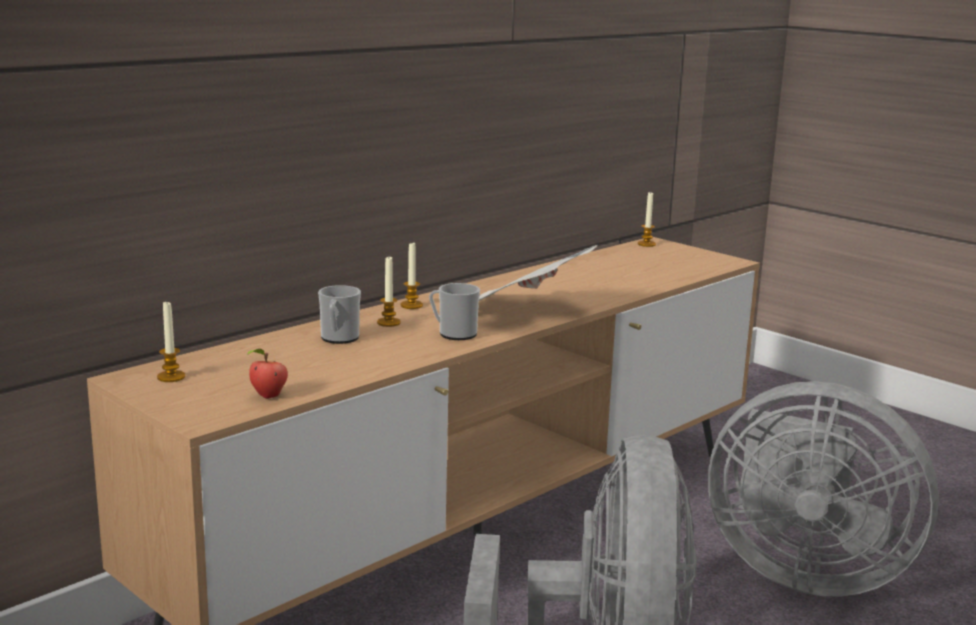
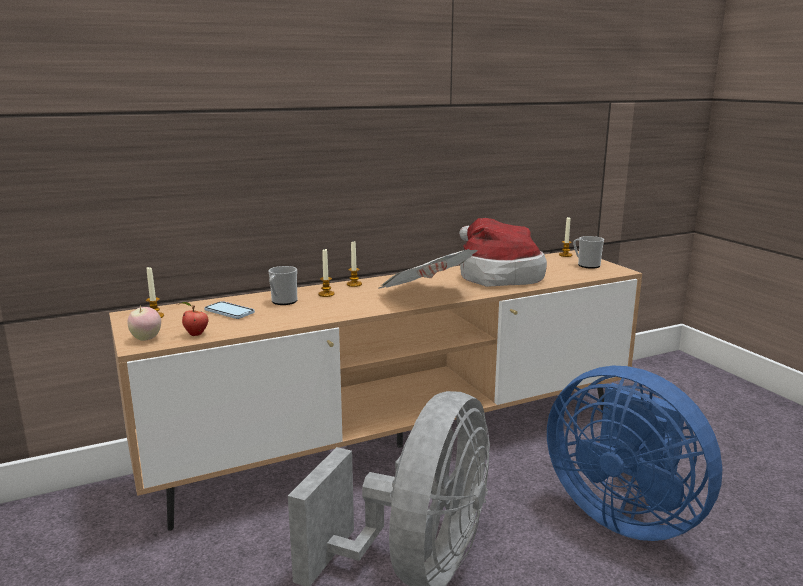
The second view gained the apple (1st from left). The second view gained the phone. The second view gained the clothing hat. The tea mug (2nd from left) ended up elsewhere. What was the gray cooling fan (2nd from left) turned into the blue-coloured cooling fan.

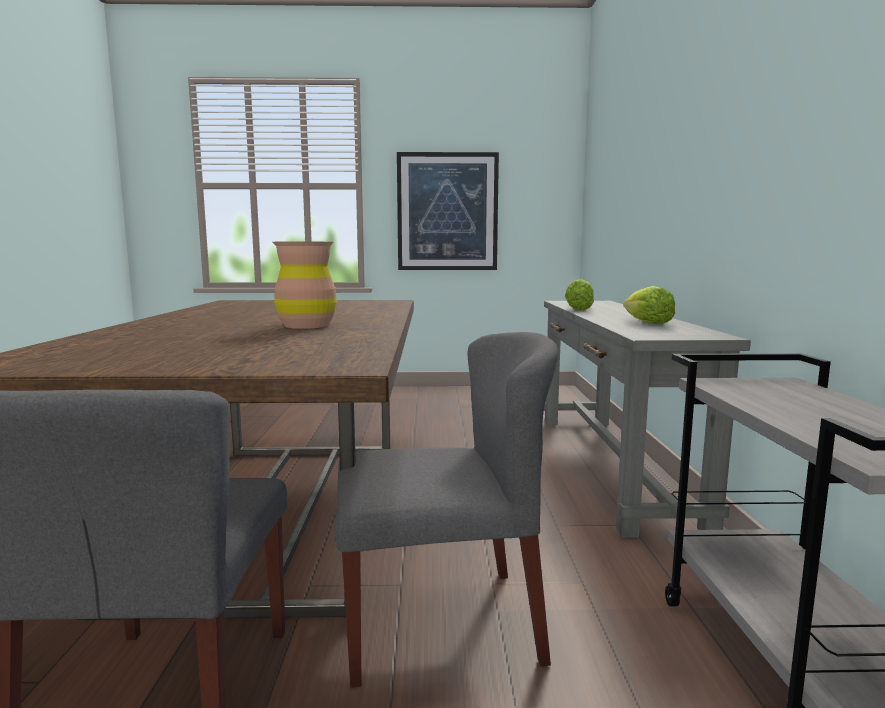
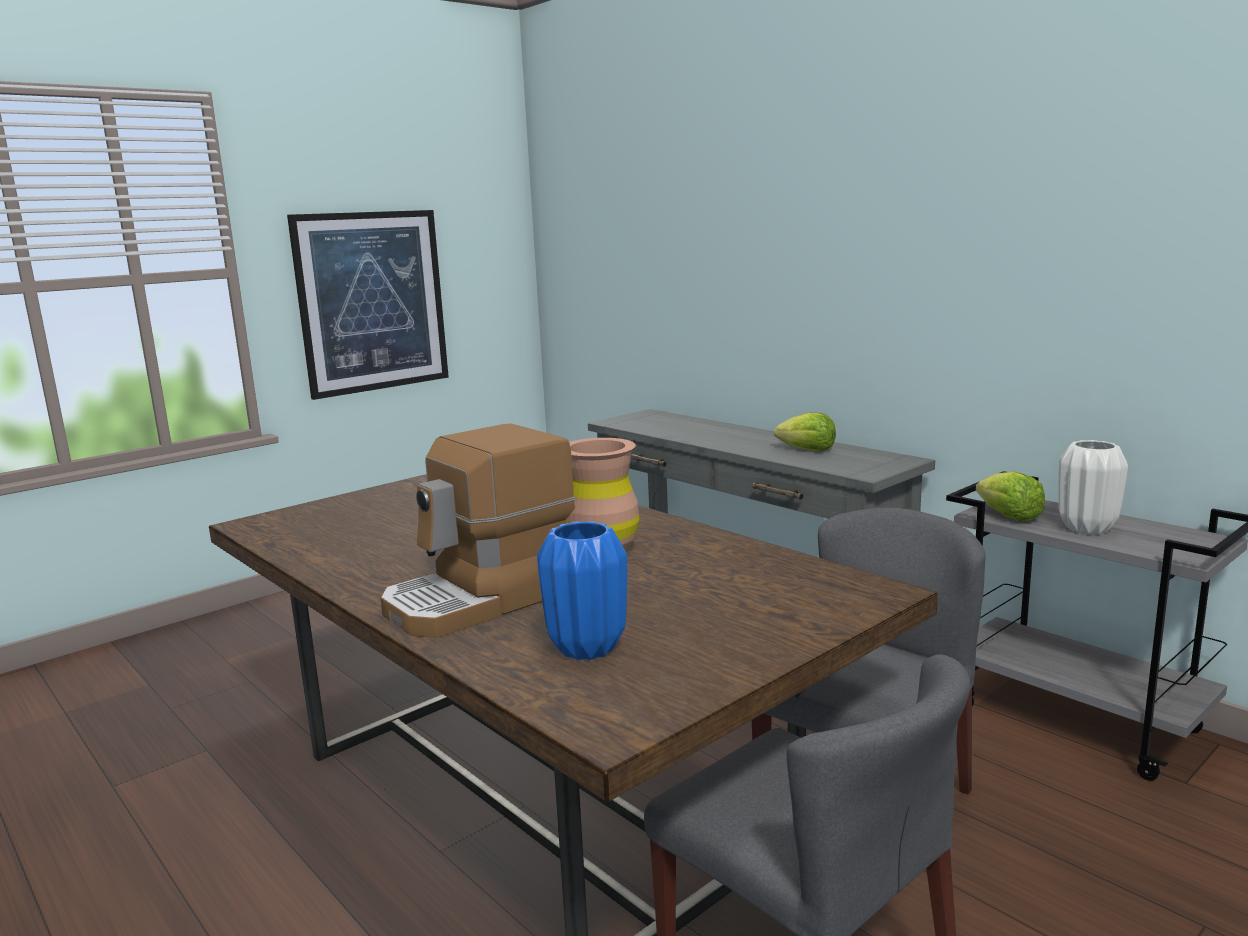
The second view gained the coffee machine. The second view gained the blue-coloured decorative vase. The second view gained the whitish decorative vase. The head of lettuce (1st from left in the first image) ended up elsewhere.

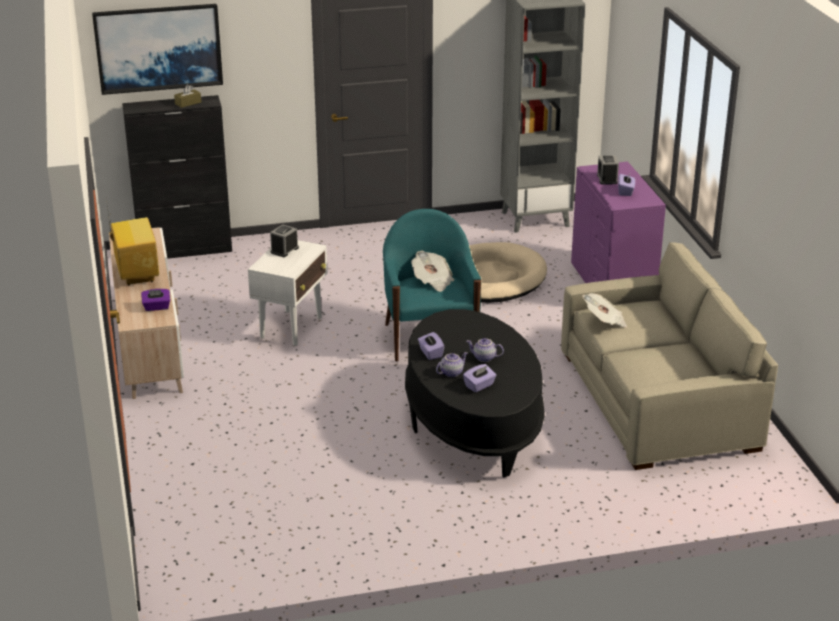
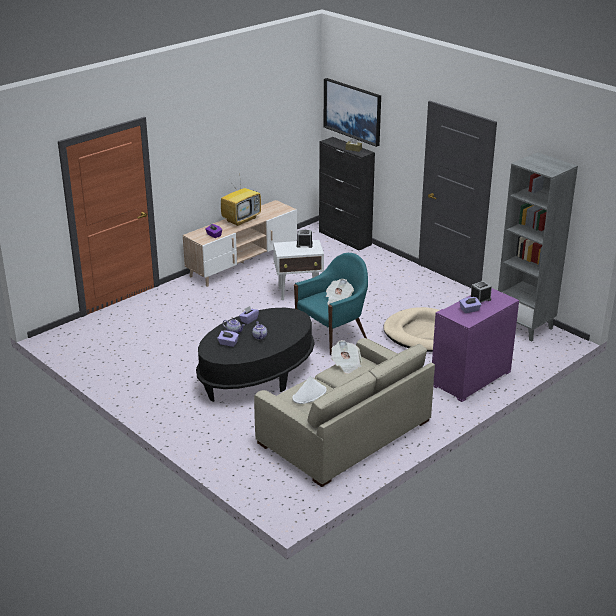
The second view gained the whitish clothing hat.

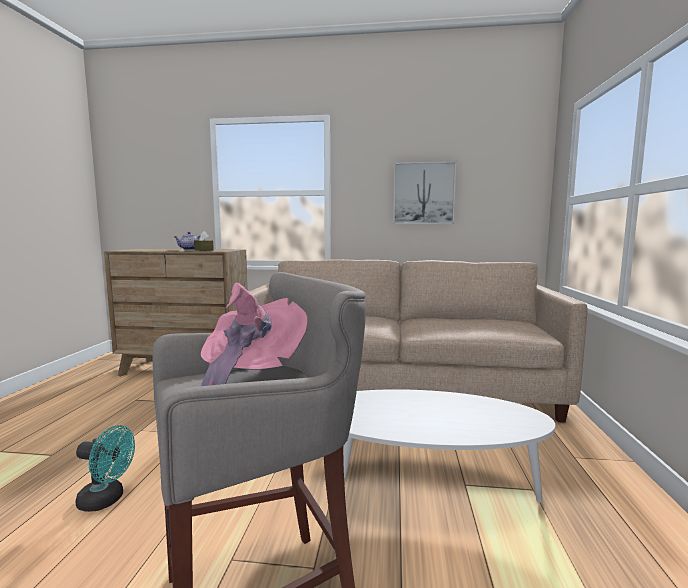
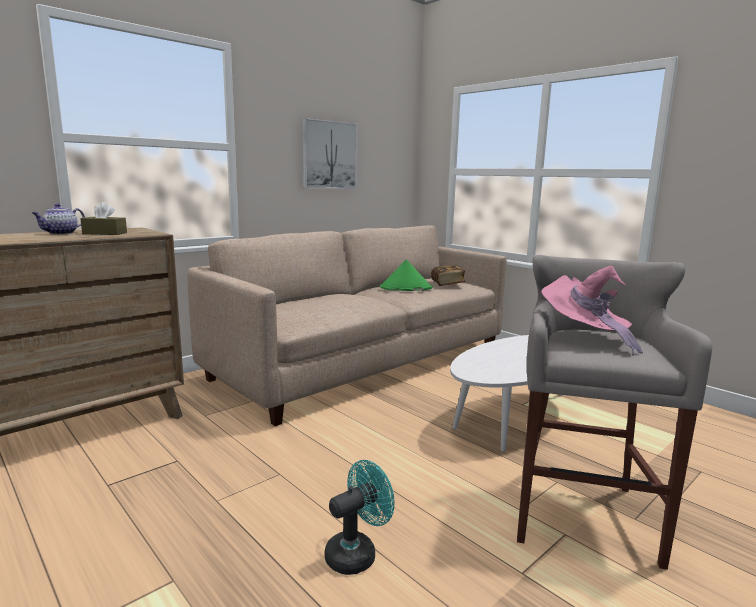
The second view gained the green clothing hat. The second view gained the bound book.

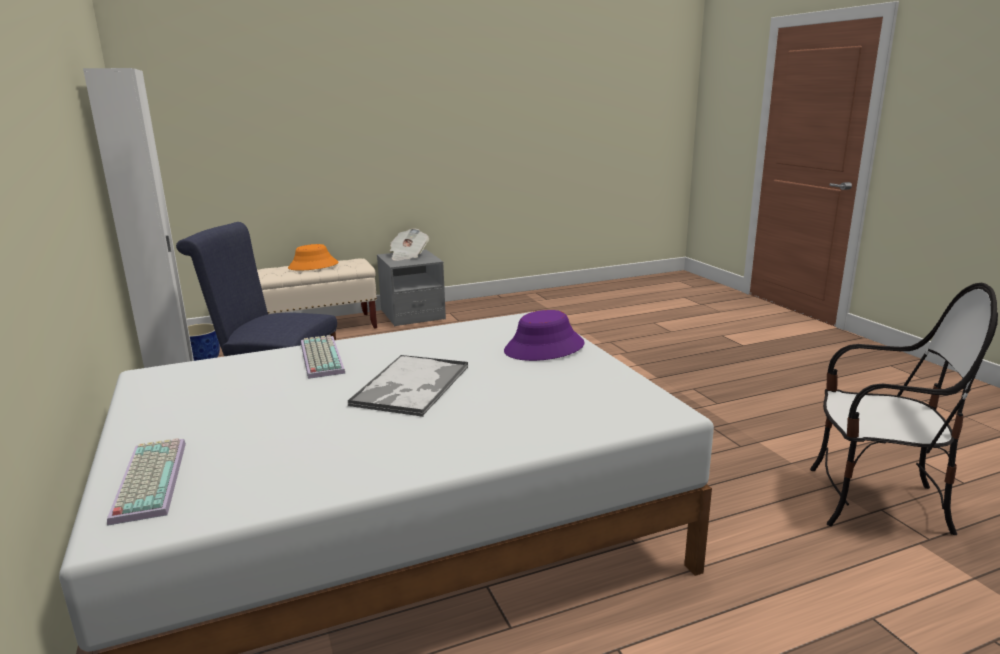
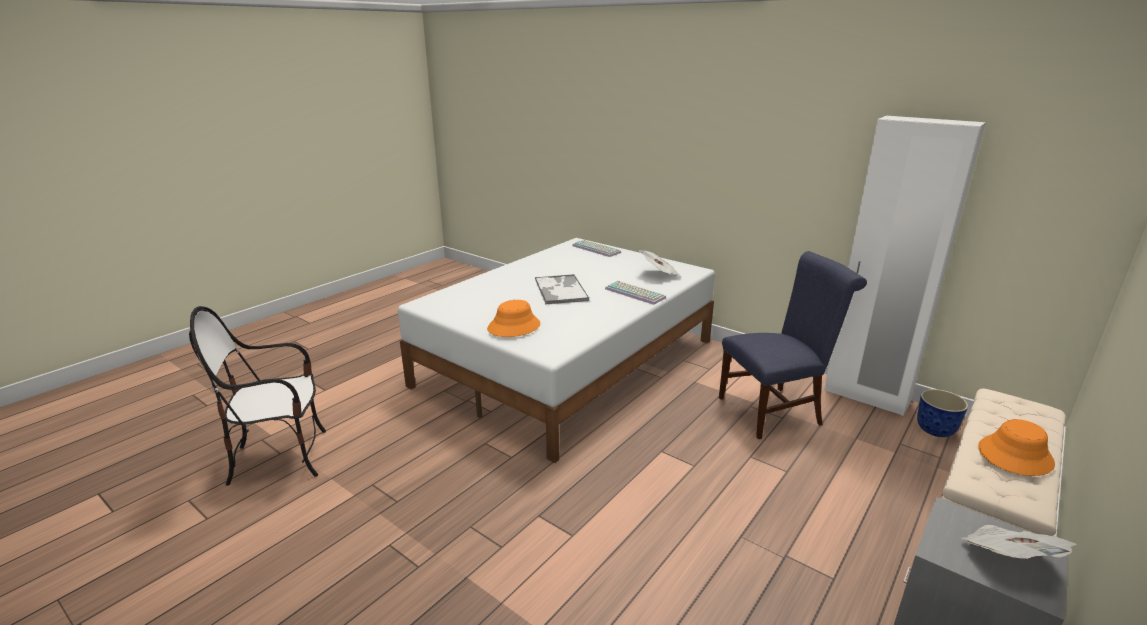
The second view gained the daily paper (1st from left). What was the purplish clothing hat turned into the orange clothing hat (1st from left).

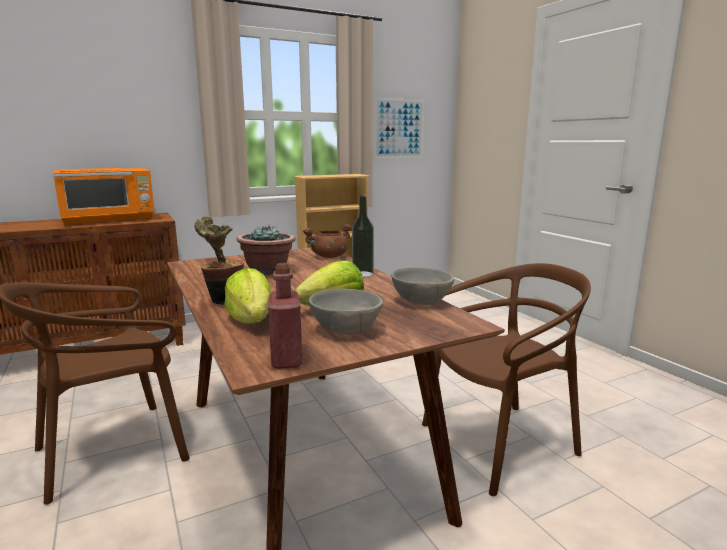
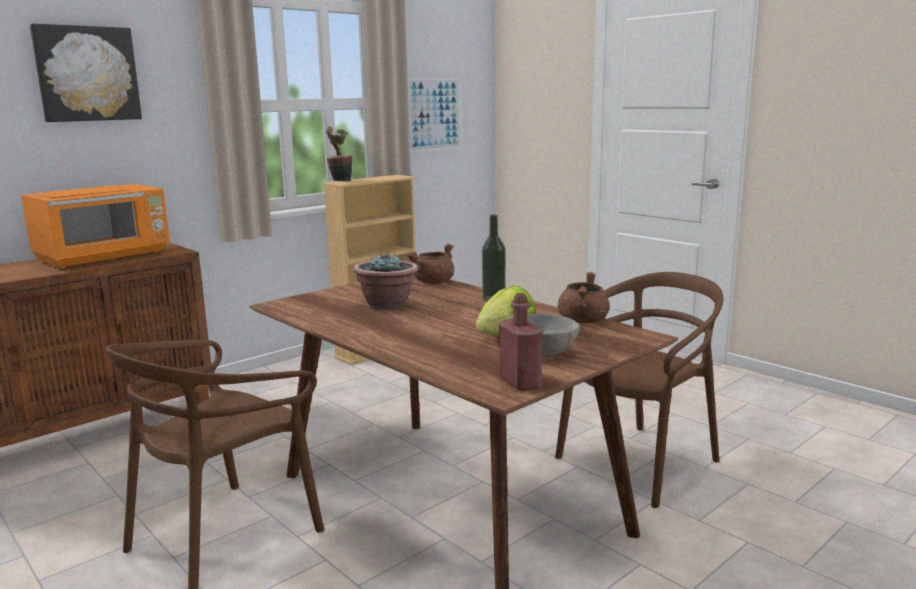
The second view lost the head of lettuce (1st from left). The second view gained the picture (1st from left). The houseplant (1st from left) ended up elsewhere. Where the gray deep dish (2nd from left) stood, the brown-coloured cooking pot (2nd from left) came to stand.

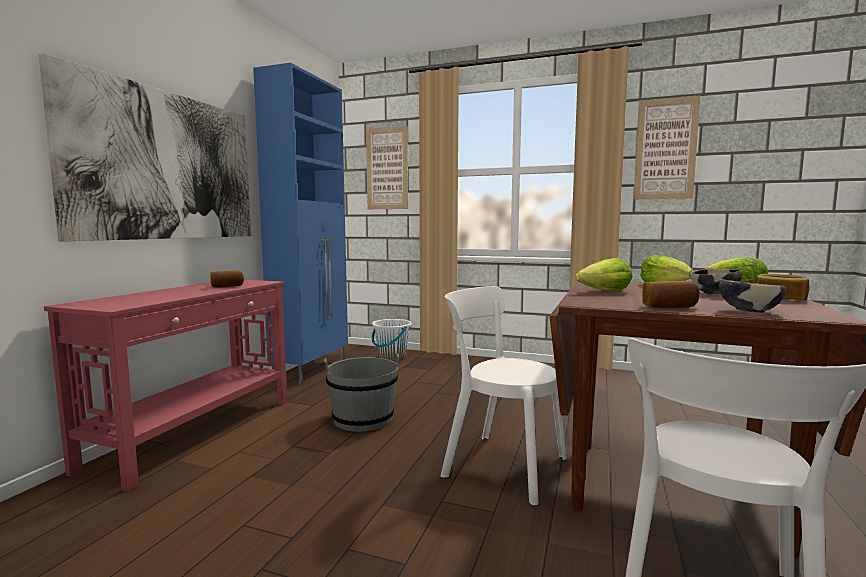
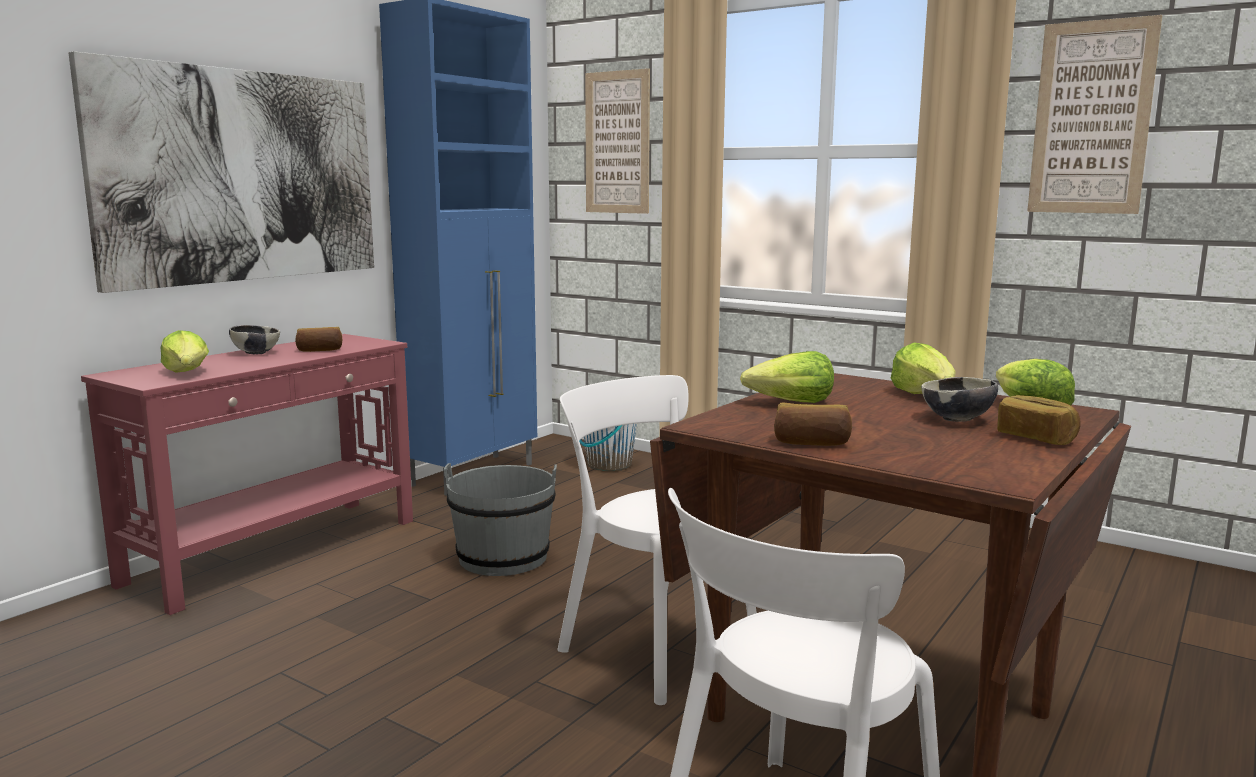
The second view gained the head of lettuce (1st from left). The deep dish (2nd from left in the first image) ended up elsewhere.

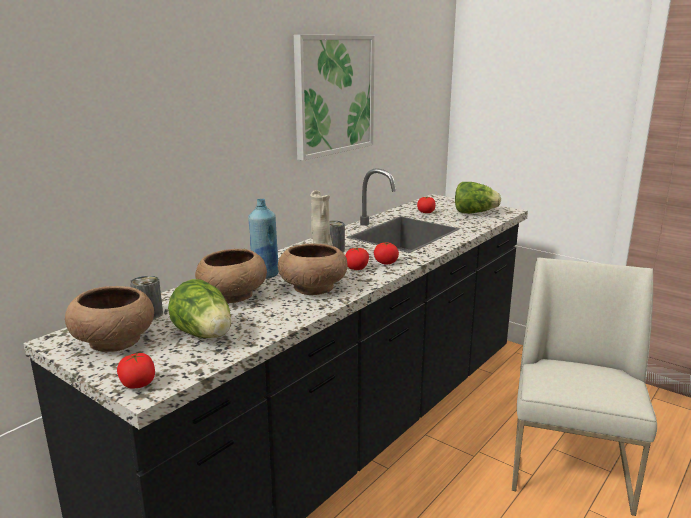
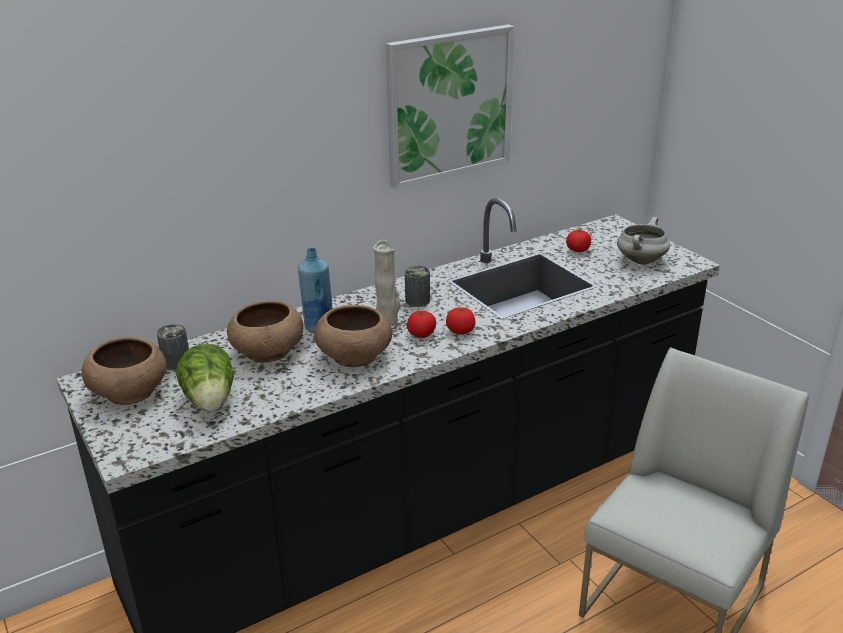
The second view lost the fresh tomato (1st from left). Where the head of lettuce (2nd from left) stood, the whitish cooking pot came to stand.

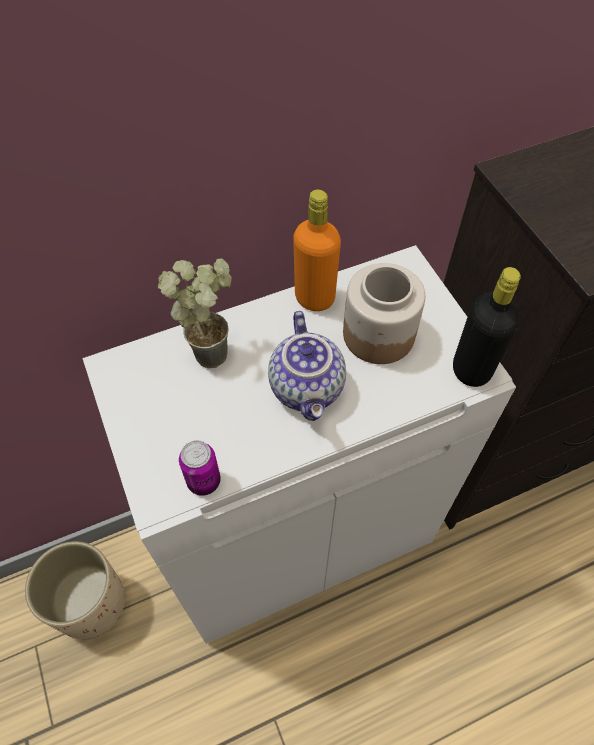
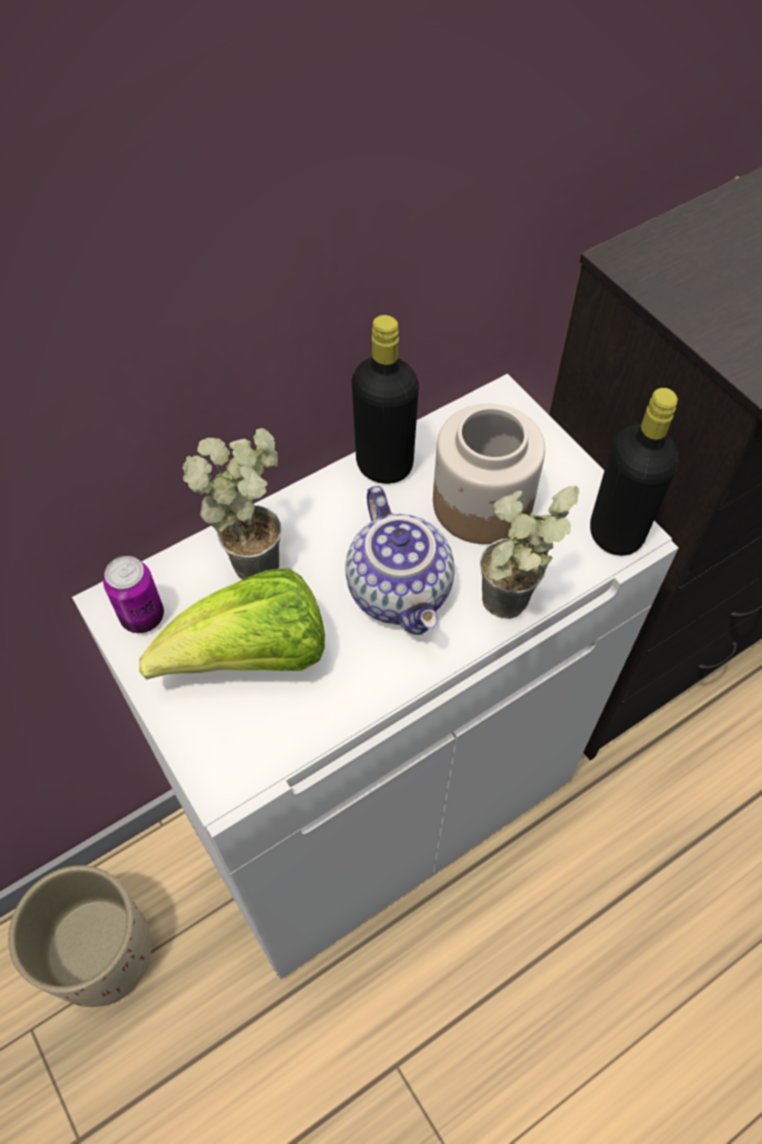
The second view gained the head of lettuce. The second view gained the houseplant (2nd from left). The metal can ended up elsewhere. What was the orange drink bottle turned into the black drink bottle (1st from left).

